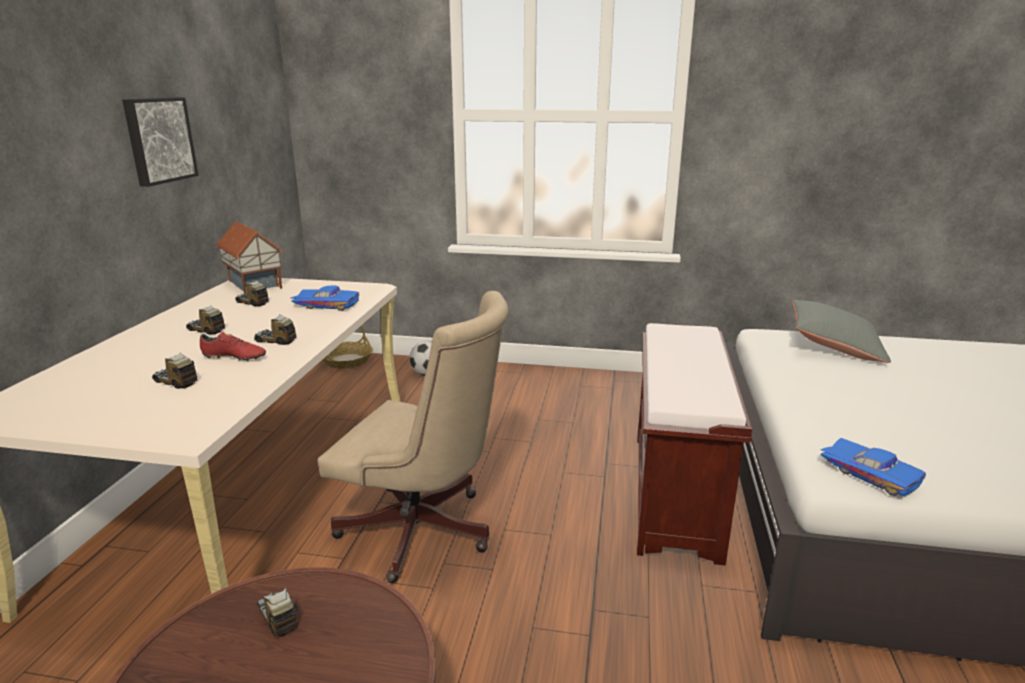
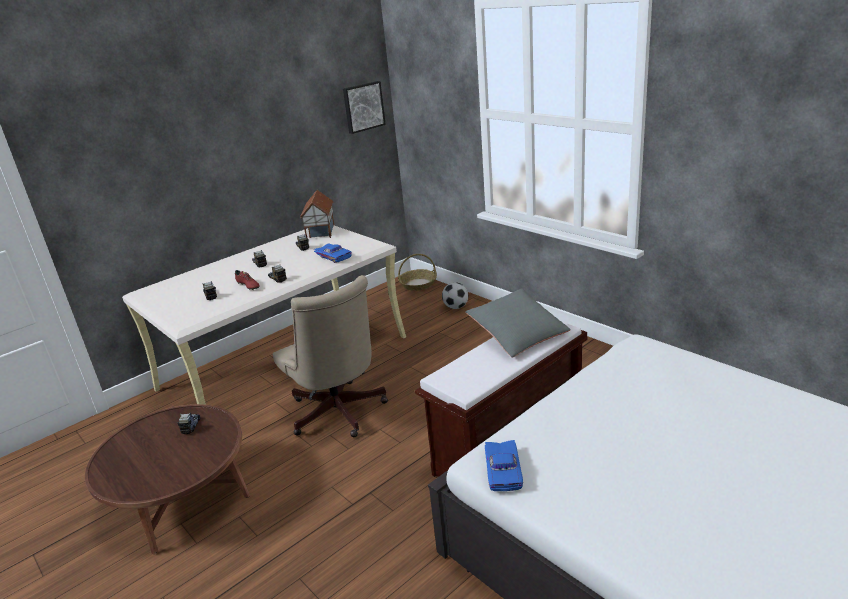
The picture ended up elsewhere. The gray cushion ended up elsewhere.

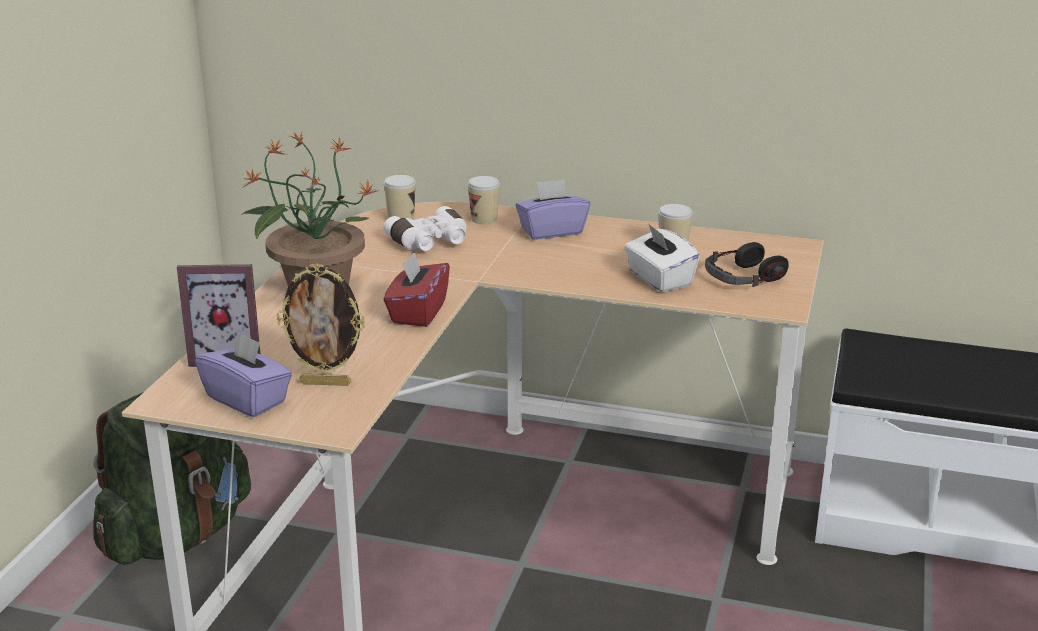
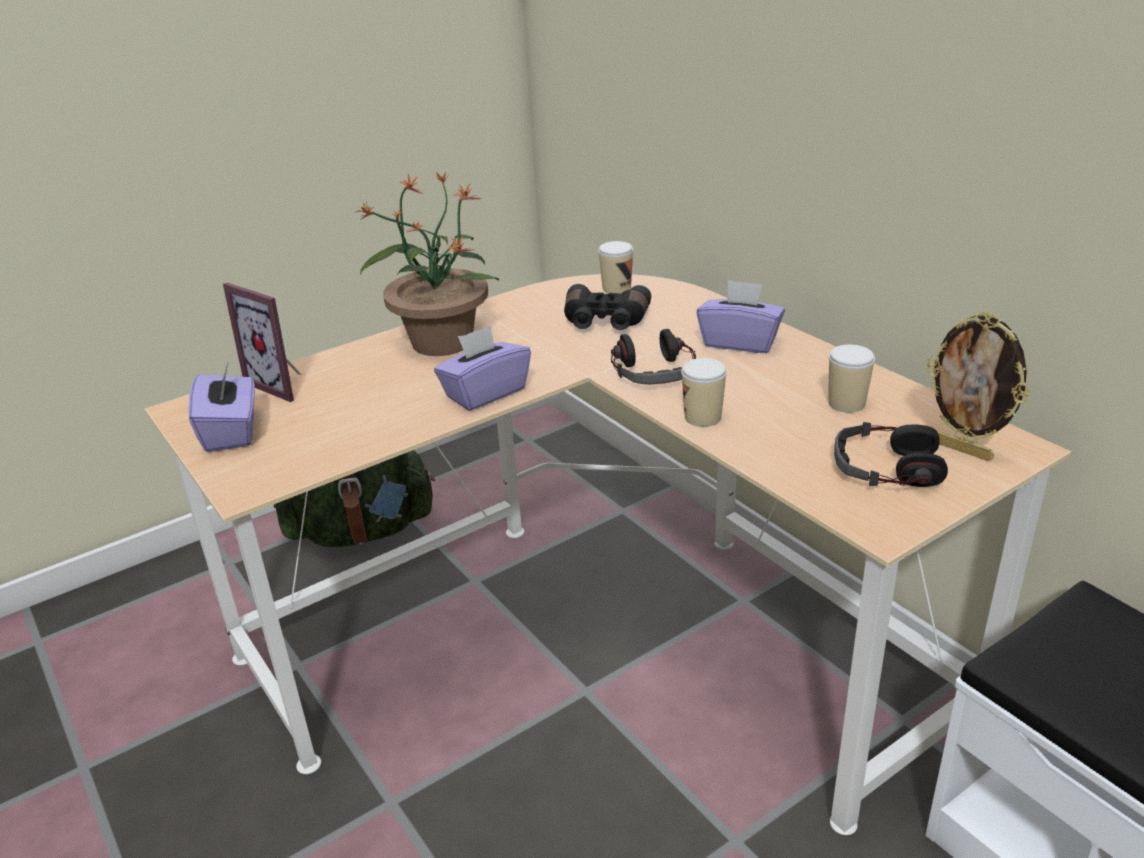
The second view lost the whitish tissue holder. The second view gained the headset (1st from left). The standing frame (2nd from left) ended up elsewhere. The drinking cup (2nd from left) ended up elsewhere. What was the whitish field glasses turned into the black field glasses. What was the red-coloured tissue holder turned into the purplish tissue holder (2nd from left).

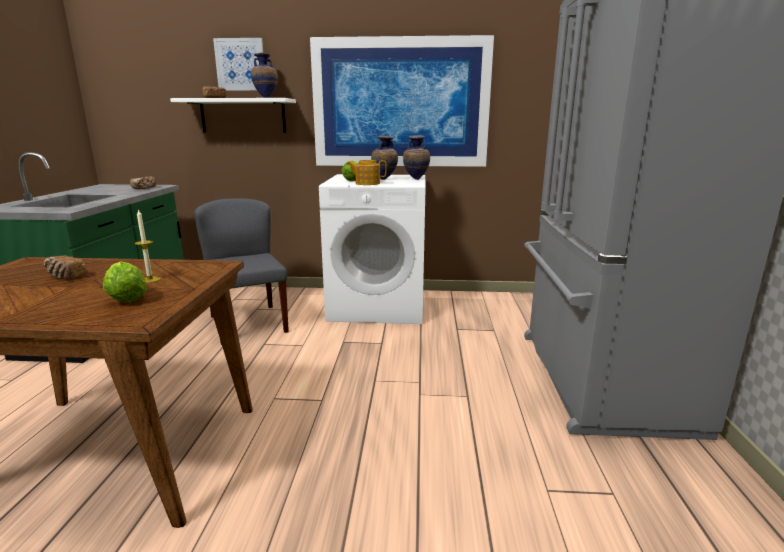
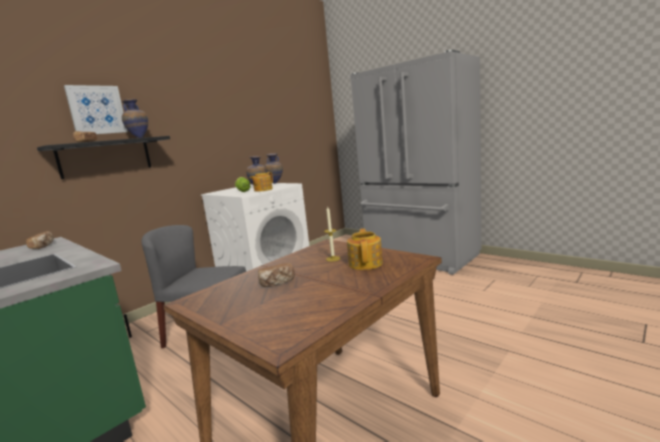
The second view lost the picture (2nd from left). Where the head of lettuce (1st from left) stood, the teapot (2nd from left) came to stand. What was the whitish shelf turned into the black shelf.

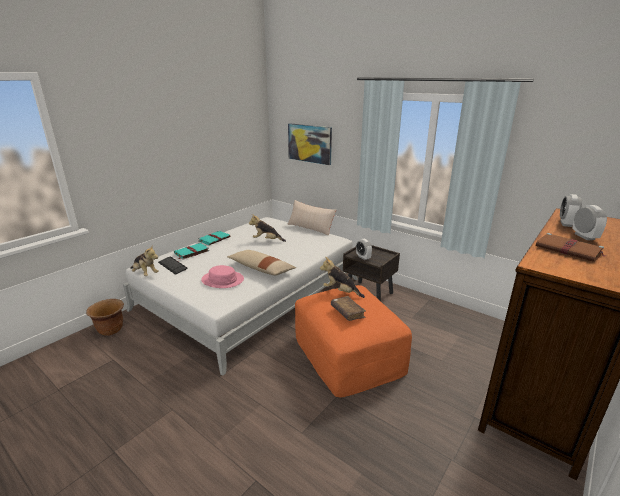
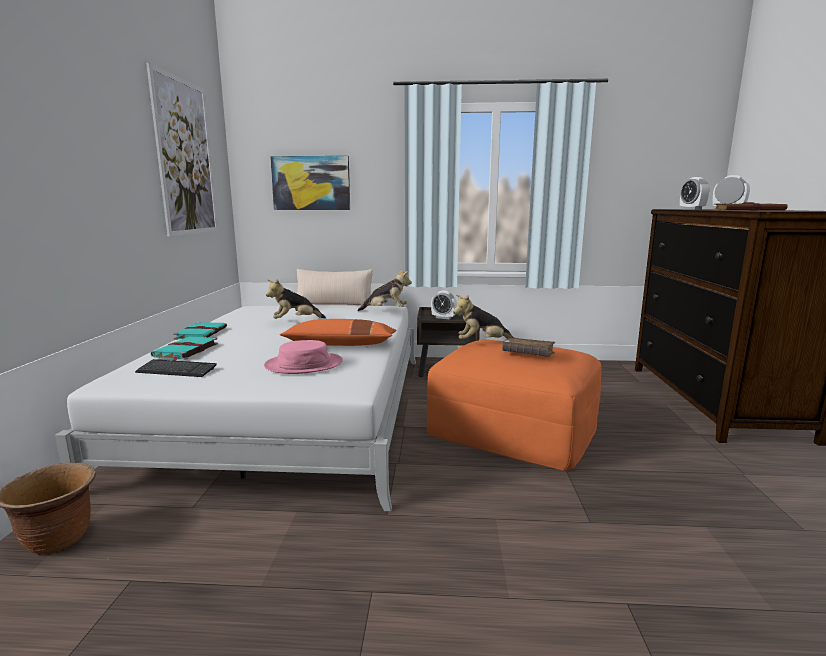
The second view gained the picture (1st from left). The soft toy (1st from left in the first image) ended up elsewhere. What was the beige-coloured cushion (1st from left) turned into the orange cushion.

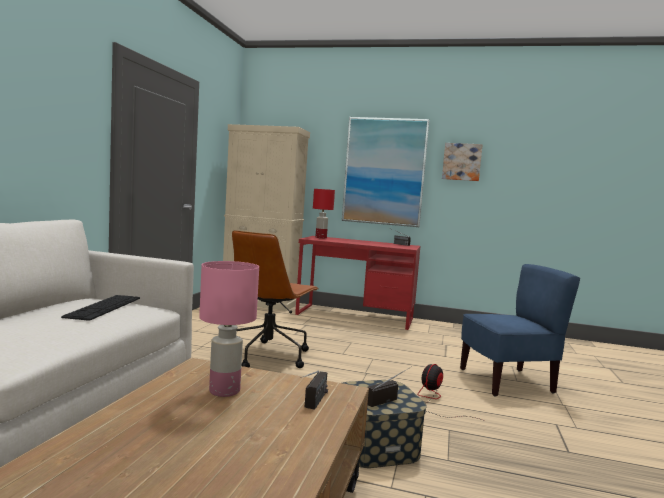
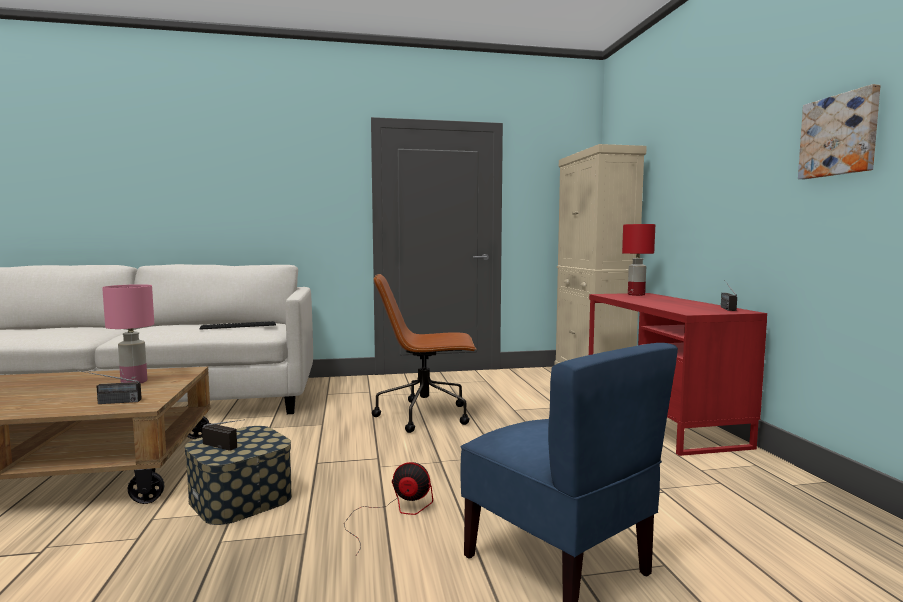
The second view lost the picture (1st from left).

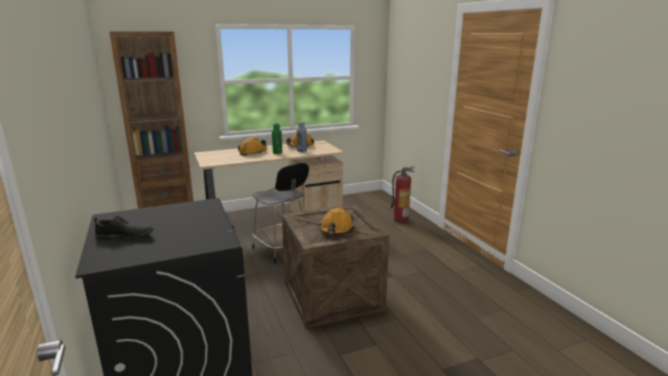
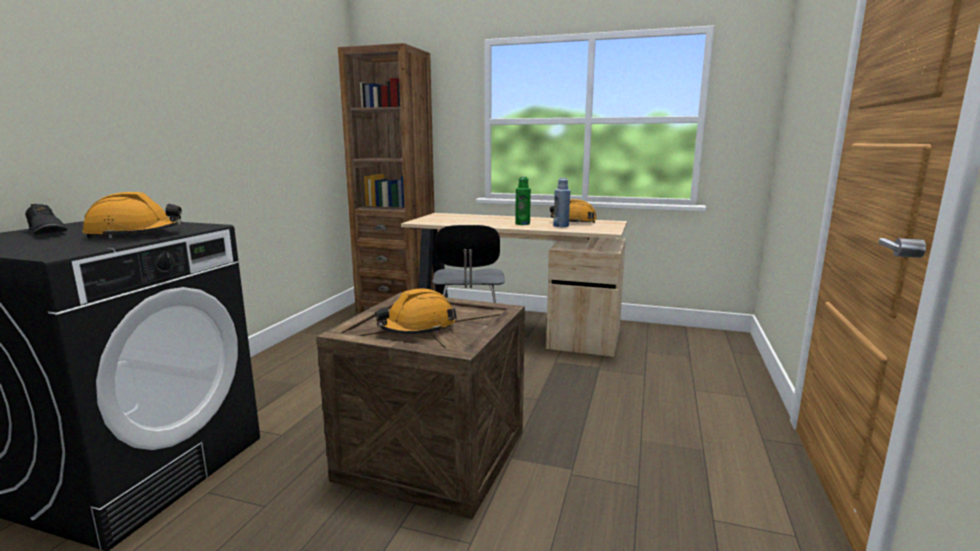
The second view lost the extinguisher. The orange hard hat (1st from left) ended up elsewhere.

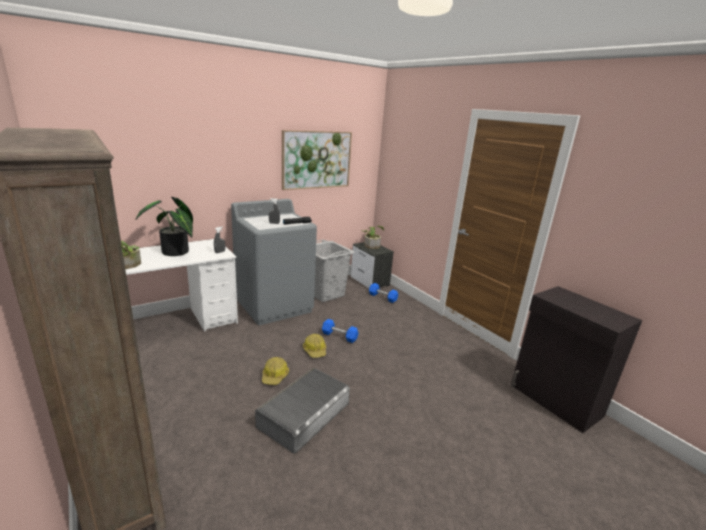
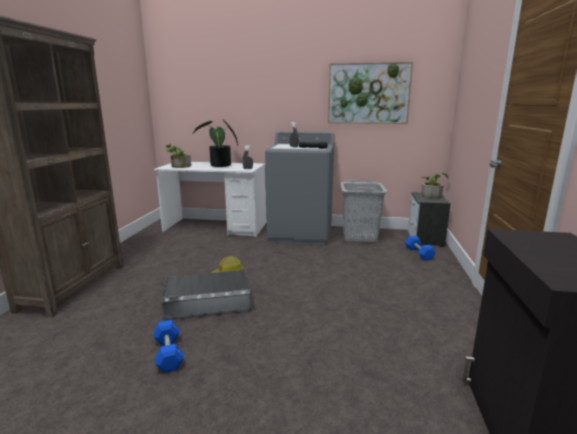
The second view lost the hard hat (2nd from left). The blue-coloured free weight (1st from left) ended up elsewhere.

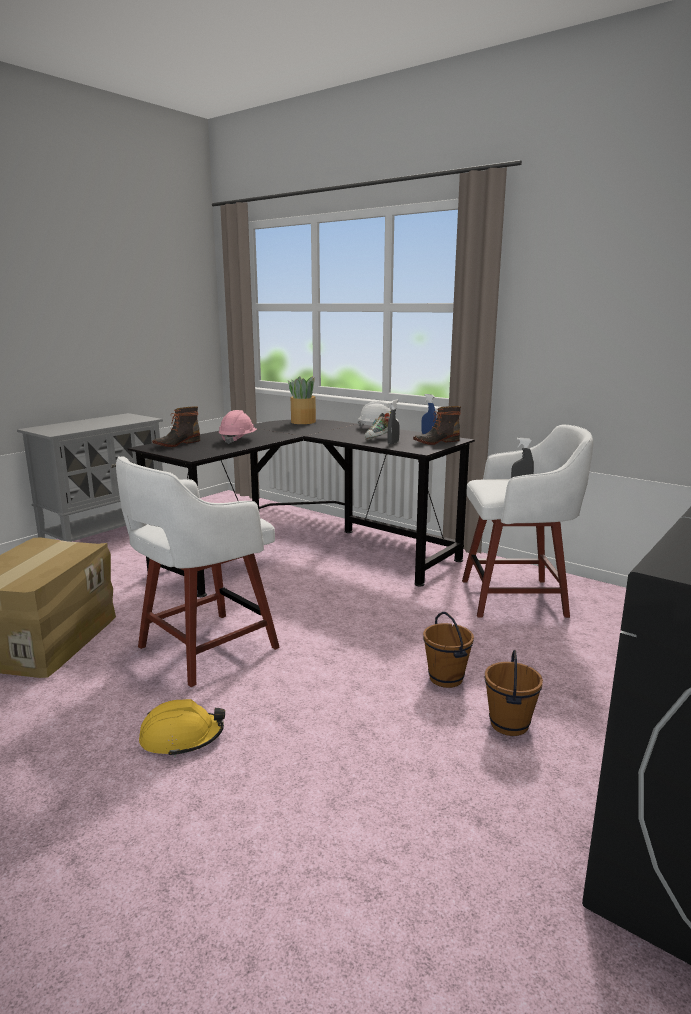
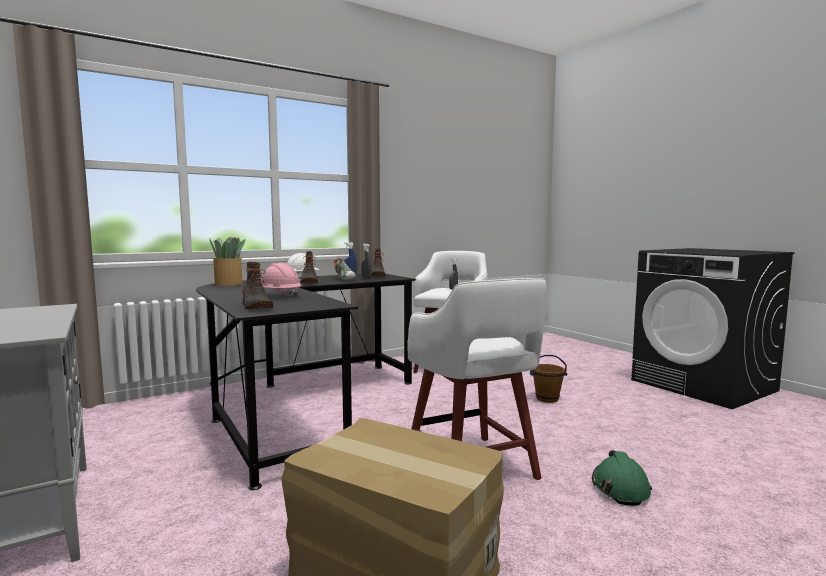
The second view lost the brown-coloured pail (2nd from left). The second view gained the tall boot (2nd from left). What was the yellow hard hat turned into the green hard hat.

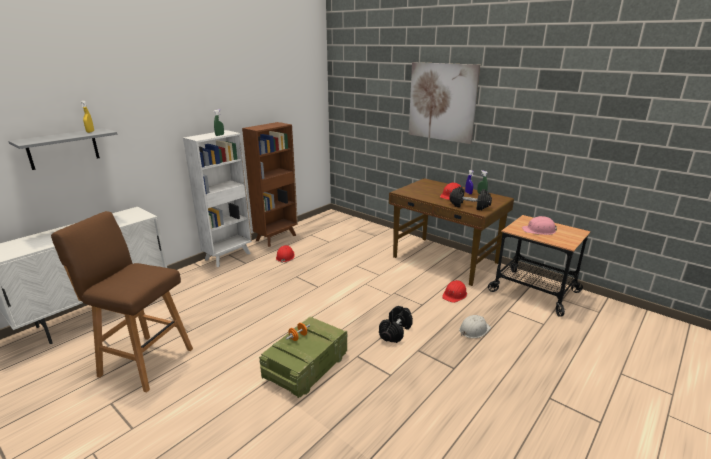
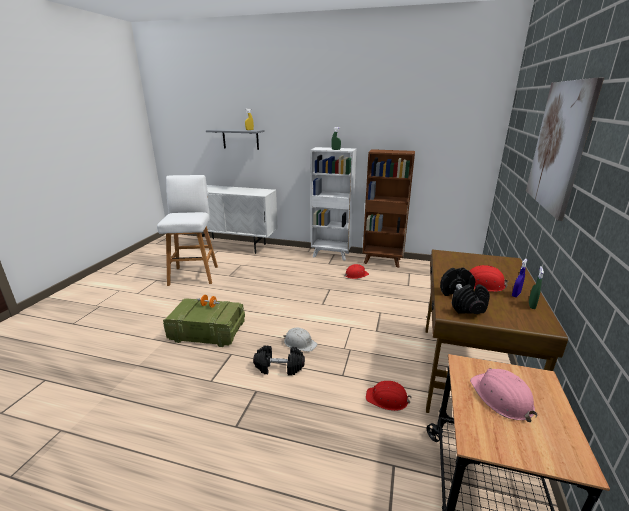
The whitish hard hat ended up elsewhere. What was the brown-coloured stool seat turned into the whitish stool seat.

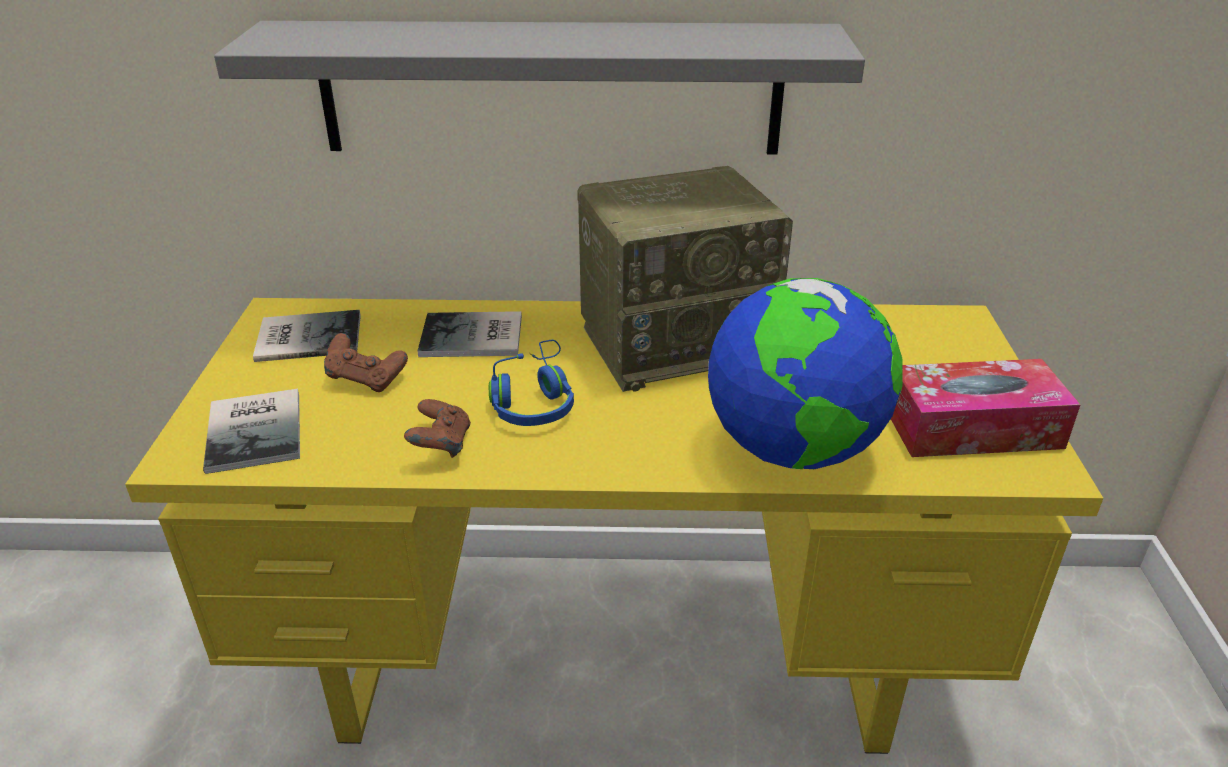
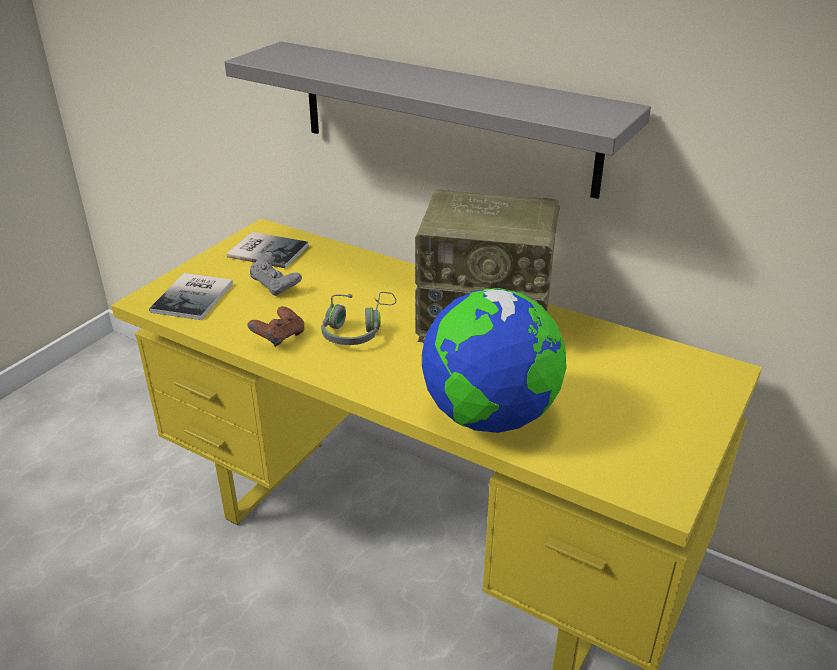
The second view lost the bound book (3rd from left). The second view lost the tissue holder. What was the brown-coloured gamepad (1st from left) turned into the gray gamepad. What was the blue-coloured headset turned into the gray headset.

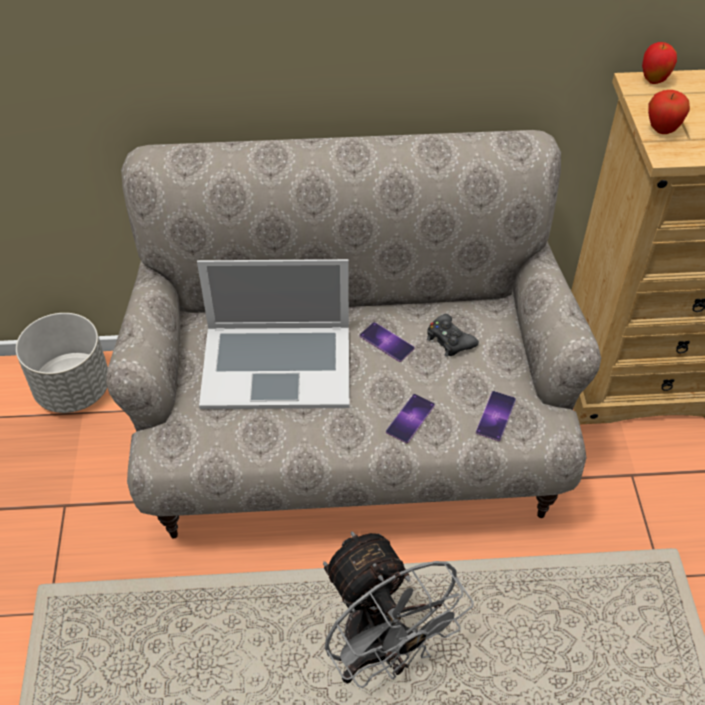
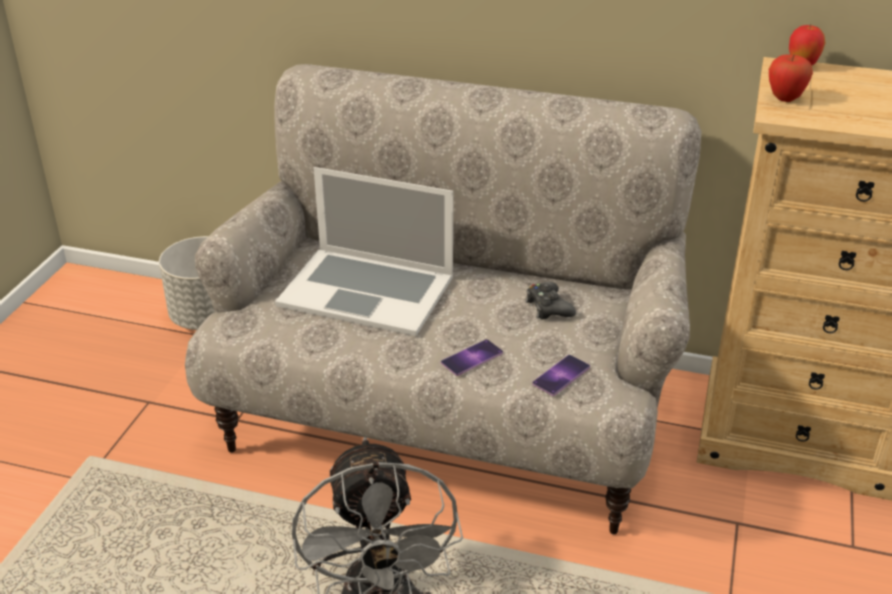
The second view lost the phone (1st from left).

